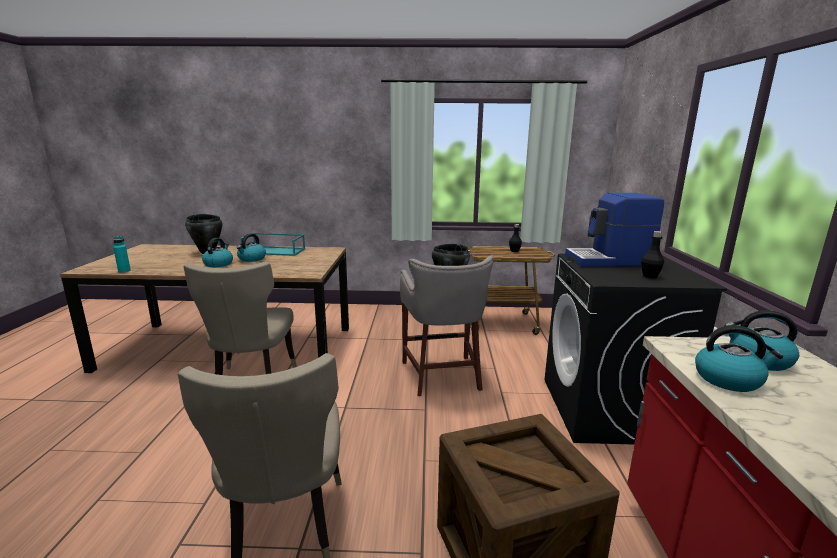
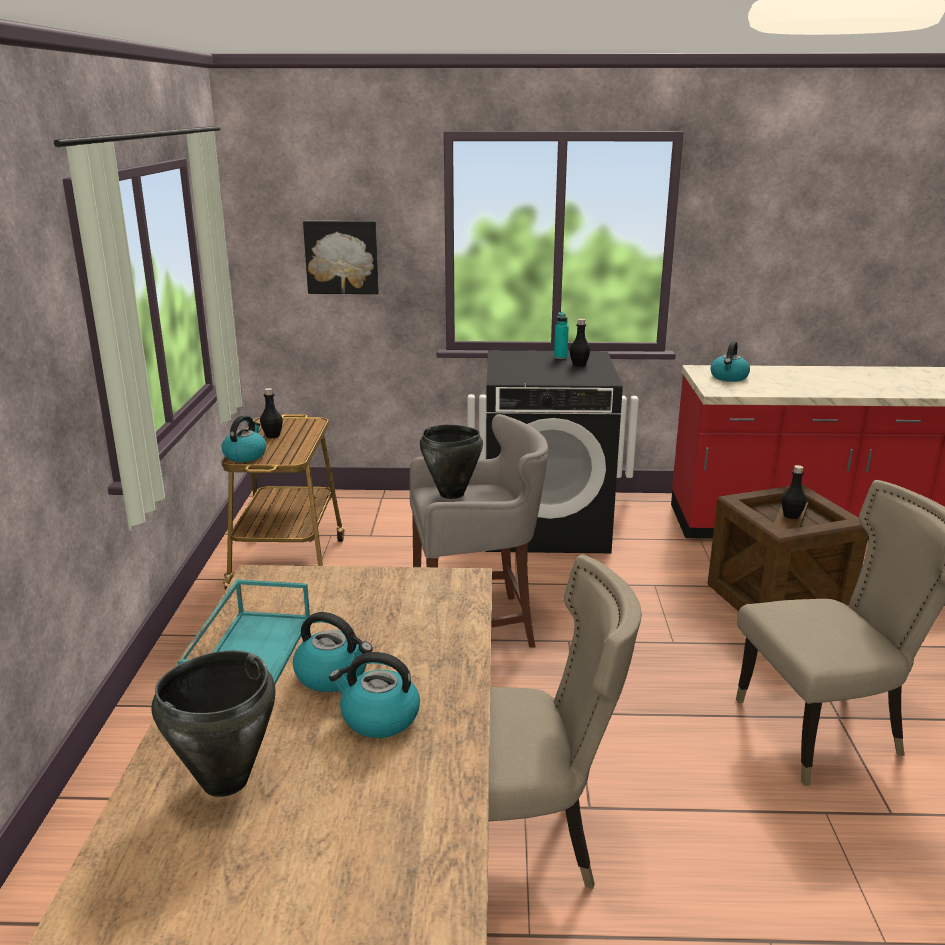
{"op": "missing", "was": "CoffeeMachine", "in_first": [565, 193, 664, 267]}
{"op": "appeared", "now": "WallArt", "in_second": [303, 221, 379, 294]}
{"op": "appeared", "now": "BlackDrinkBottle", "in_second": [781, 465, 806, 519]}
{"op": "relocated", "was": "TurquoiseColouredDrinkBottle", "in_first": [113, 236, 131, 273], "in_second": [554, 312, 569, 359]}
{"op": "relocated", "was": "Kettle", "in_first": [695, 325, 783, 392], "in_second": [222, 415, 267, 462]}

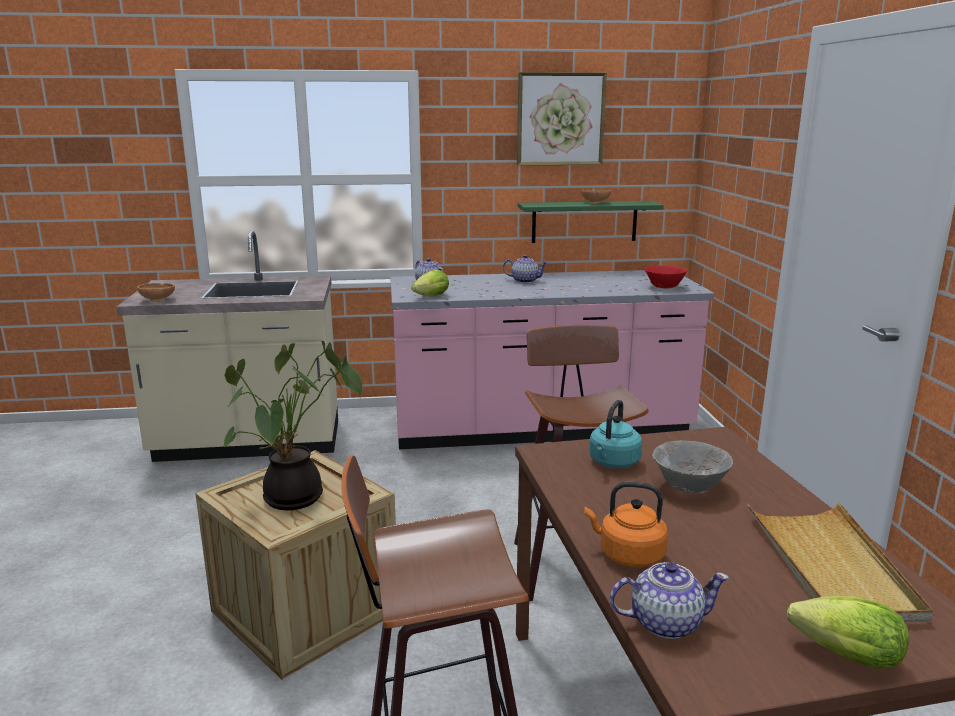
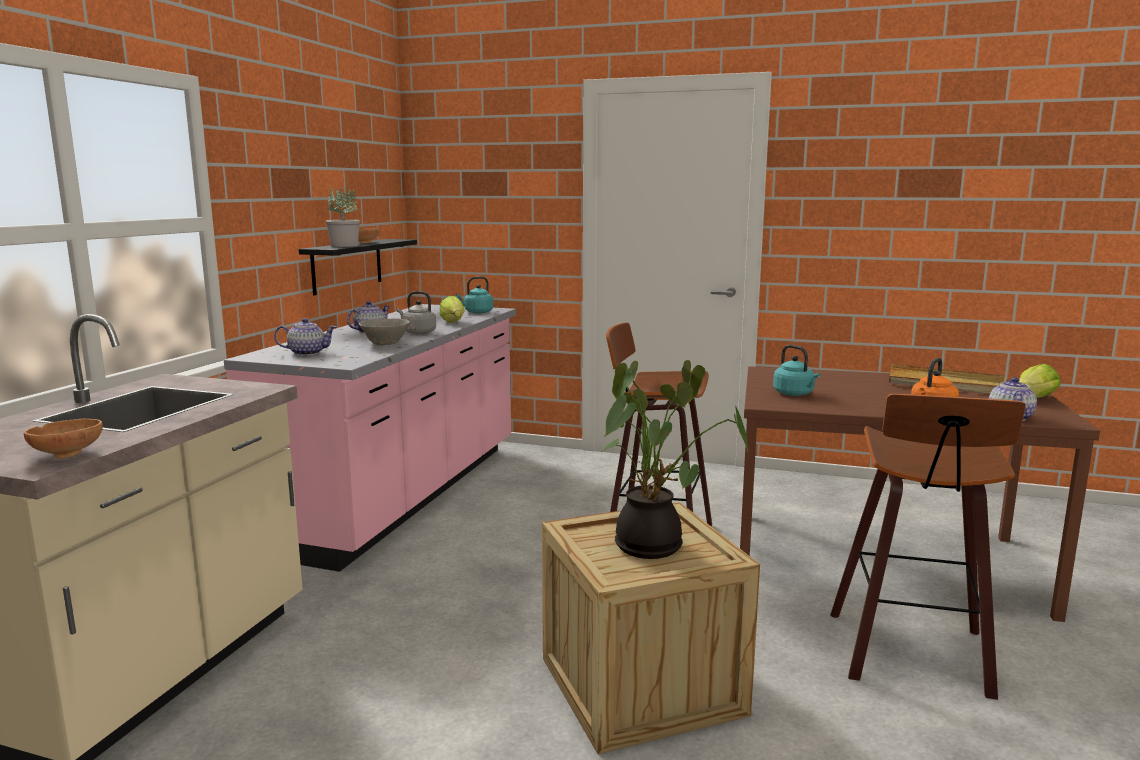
{"op": "missing", "was": "WallArt", "in_first": [517, 72, 607, 166]}
{"op": "appeared", "now": "PottedPlant", "in_second": [326, 186, 360, 247]}
{"op": "appeared", "now": "GreyishKettle", "in_second": [397, 291, 436, 334]}
{"op": "relocated", "was": "LettuceHead", "in_first": [411, 270, 449, 296], "in_second": [439, 296, 465, 323]}
{"op": "relocated", "was": "GreyishServingBowl", "in_first": [652, 440, 733, 493], "in_second": [359, 318, 410, 346]}
{"op": "exchanged", "was": "RedServingBowl", "now": "TurquoiseColouredKettle", "in_first": [644, 265, 687, 288], "in_second": [456, 276, 493, 314]}
{"op": "colour", "was": "GreenColouredWallShelf", "now": "BlackWallShelf", "in_first": [518, 201, 664, 243], "in_second": [299, 239, 417, 295]}

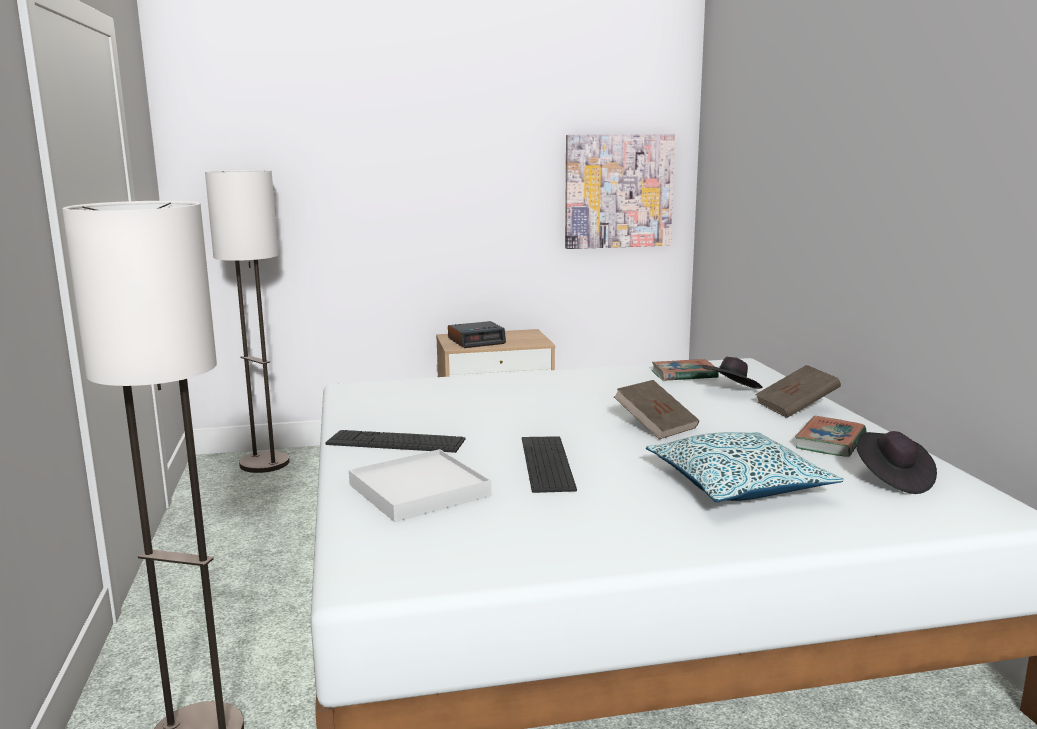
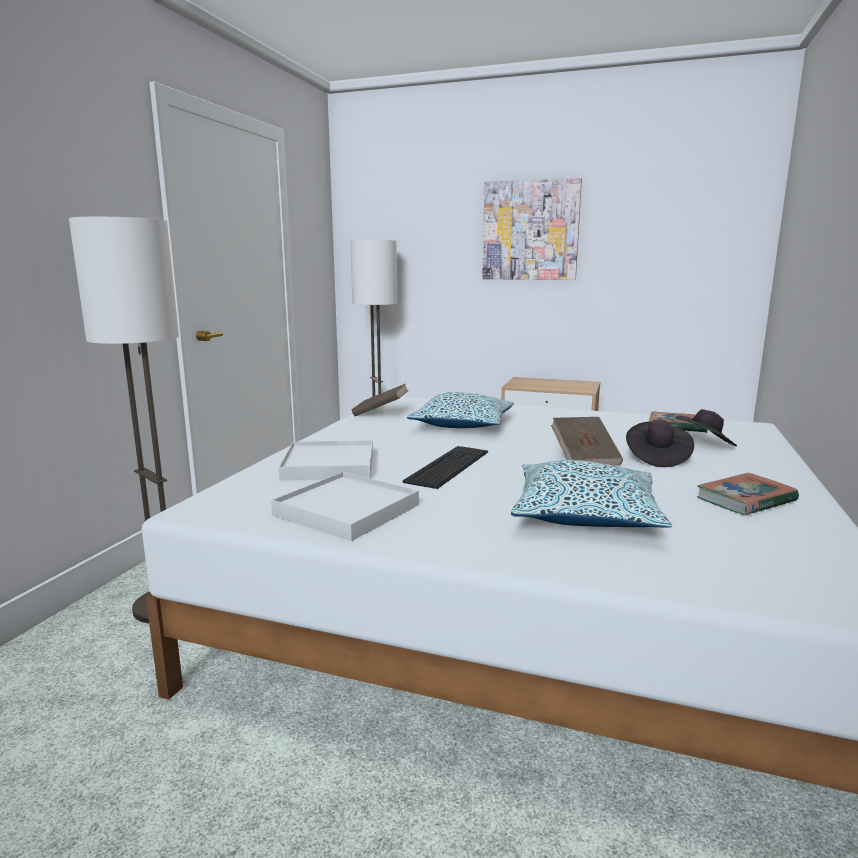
{"op": "missing", "was": "Keyboard", "in_first": [325, 430, 466, 453]}
{"op": "missing", "was": "TableClock", "in_first": [448, 321, 506, 348]}
{"op": "appeared", "now": "WhiteServingTray", "in_second": [271, 472, 419, 541]}
{"op": "appeared", "now": "Pillow", "in_second": [407, 392, 514, 428]}
{"op": "relocated", "was": "WallArt", "in_first": [565, 134, 675, 249], "in_second": [482, 178, 582, 280]}
{"op": "relocated", "was": "BrownVolume", "in_first": [755, 365, 841, 418], "in_second": [352, 384, 409, 416]}
{"op": "relocated", "was": "BlackClothingHat", "in_first": [856, 431, 937, 494], "in_second": [626, 419, 694, 467]}

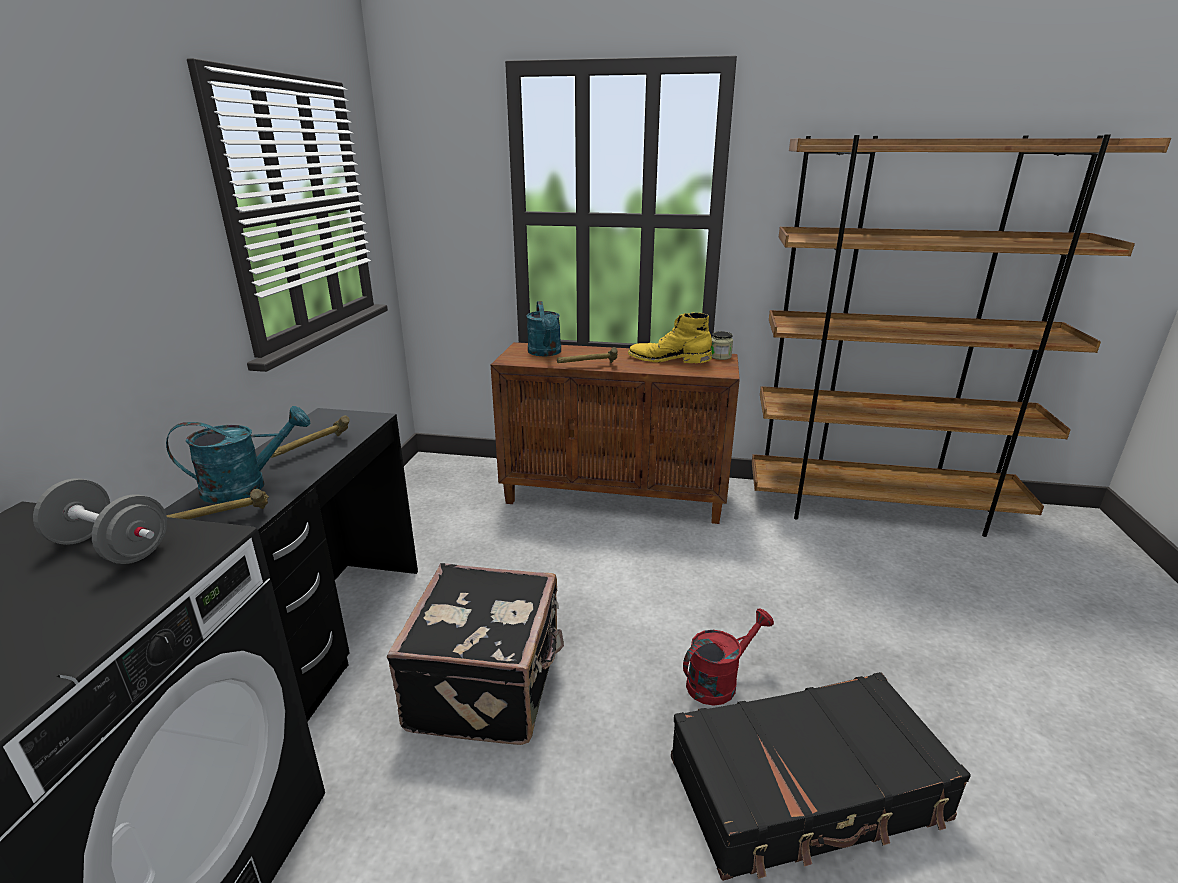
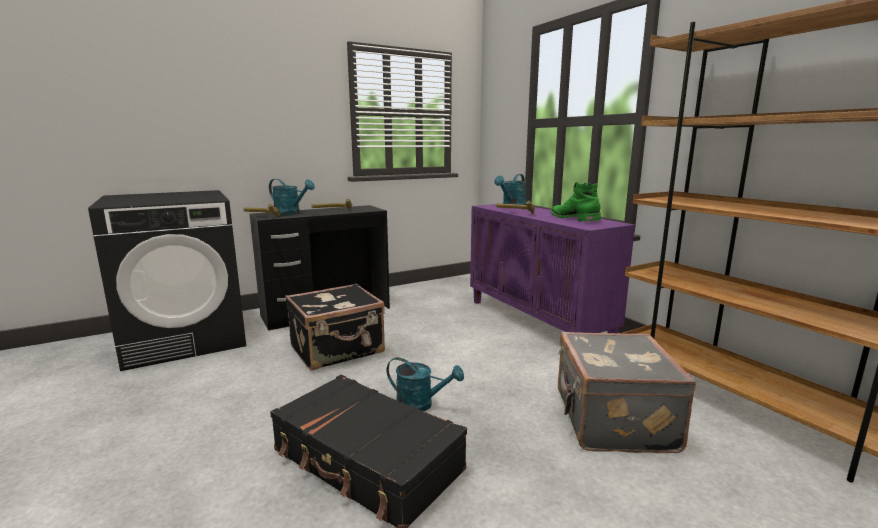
{"op": "missing", "was": "GreyishDumbbell", "in_first": [33, 478, 167, 564]}
{"op": "missing", "was": "Jar", "in_first": [711, 331, 733, 360]}
{"op": "appeared", "now": "GreyishSuitcase", "in_second": [558, 332, 696, 453]}
{"op": "colour", "was": "BrownStorageCabinet", "now": "PurplishStorageCabinet", "in_first": [491, 342, 740, 524], "in_second": [470, 203, 635, 334]}
{"op": "colour", "was": "YellowTallBoot", "now": "GreenColouredTallBoot", "in_first": [628, 313, 712, 363], "in_second": [551, 182, 601, 221]}
{"op": "colour", "was": "RedSprinklingCan", "now": "TurquoiseColouredSprinklingCan", "in_first": [683, 609, 774, 706], "in_second": [387, 357, 464, 412]}

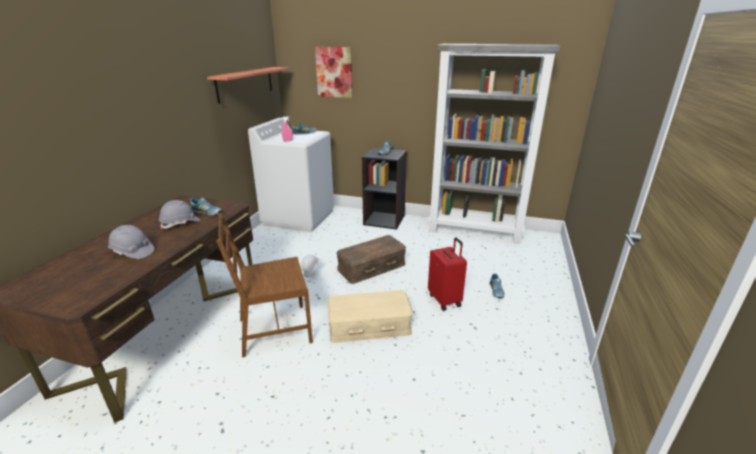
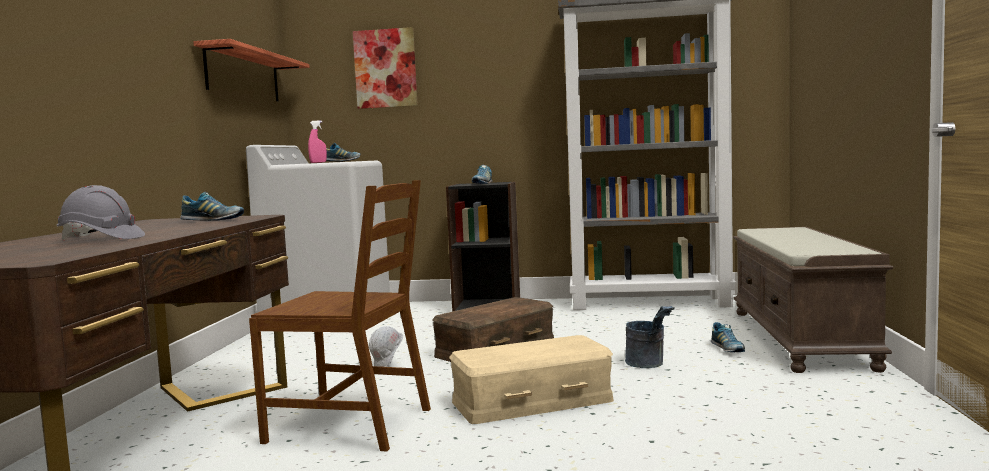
{"op": "missing", "was": "GreyishHardHat", "in_first": [159, 200, 200, 229]}
{"op": "appeared", "now": "BrownIndoorBench", "in_second": [733, 227, 893, 373]}
{"op": "exchanged", "was": "RedSuitcase", "now": "GreyishPail", "in_first": [428, 237, 467, 311], "in_second": [625, 306, 675, 368]}
{"op": "spun", "was": "BrownChair", "in_first": [216, 213, 313, 358], "in_second": [249, 180, 431, 452], "clockwise": -135}

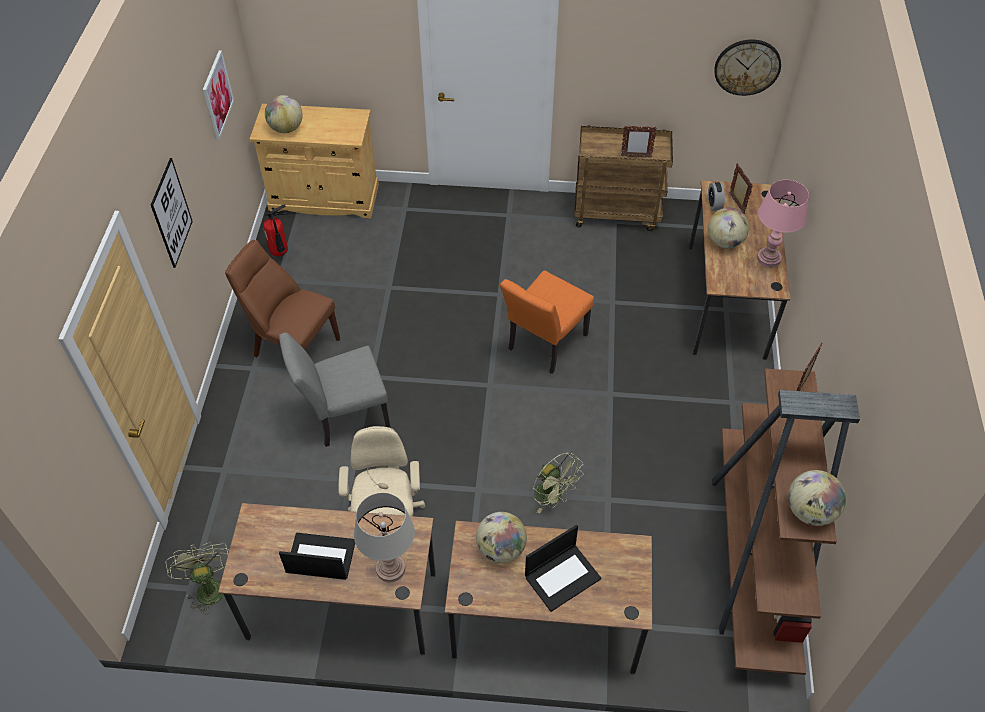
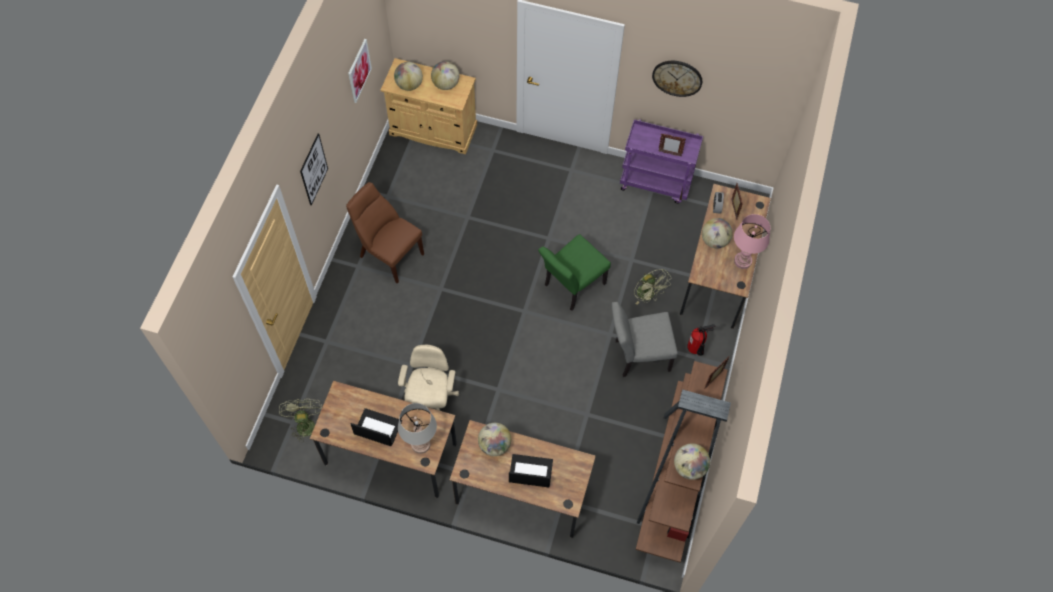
{"op": "appeared", "now": "WorldGlobe", "in_second": [431, 61, 459, 90]}
{"op": "relocated", "was": "FireExtinguisher", "in_first": [263, 205, 288, 256], "in_second": [687, 324, 715, 356]}
{"op": "relocated", "was": "GreyishChair", "in_first": [279, 332, 390, 447], "in_second": [612, 302, 678, 377]}
{"op": "relocated", "was": "GreenColouredCoolingFan", "in_first": [533, 452, 584, 514], "in_second": [634, 269, 671, 305]}
{"op": "relocated", "was": "WallClock", "in_first": [714, 40, 781, 96], "in_second": [652, 61, 702, 97]}
{"op": "colour", "was": "OrangeChair", "now": "GreenColouredChair", "in_first": [500, 270, 594, 374], "in_second": [538, 234, 611, 311]}
{"op": "colour", "was": "BrownCart", "now": "PurplishCart", "in_first": [574, 125, 673, 231], "in_second": [620, 119, 703, 204]}
{"op": "spun", "was": "NotebookComputer", "in_first": [525, 525, 601, 612], "in_second": [509, 454, 553, 487], "clockwise": -150}

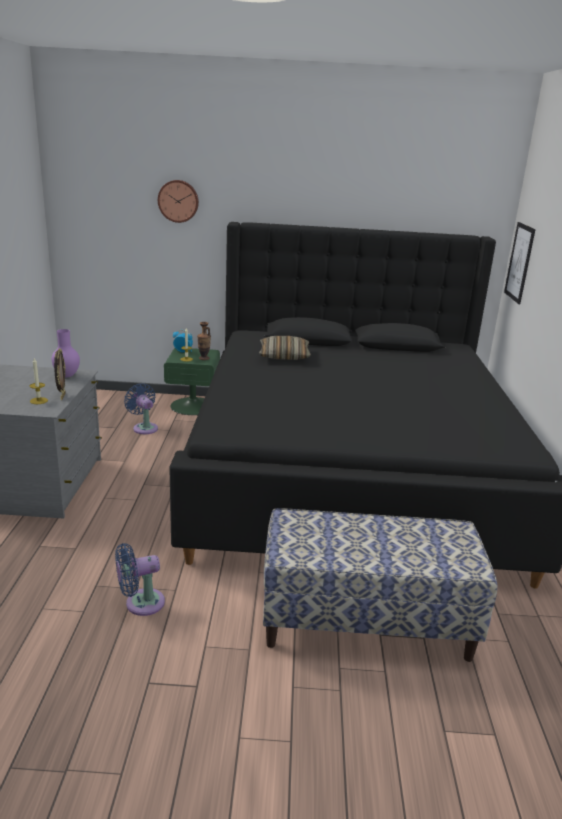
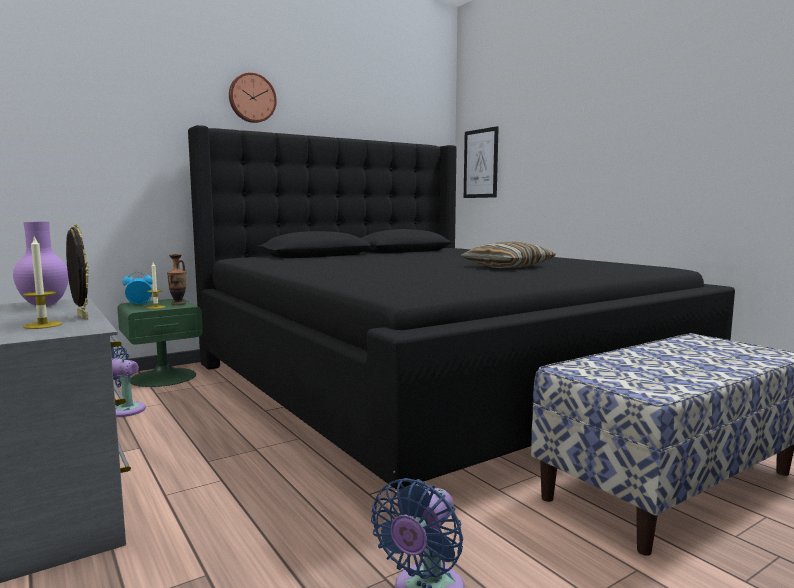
{"op": "relocated", "was": "WallClock", "in_first": [158, 180, 199, 223], "in_second": [229, 72, 277, 123]}
{"op": "relocated", "was": "Pillow", "in_first": [259, 336, 311, 360], "in_second": [461, 241, 556, 268]}

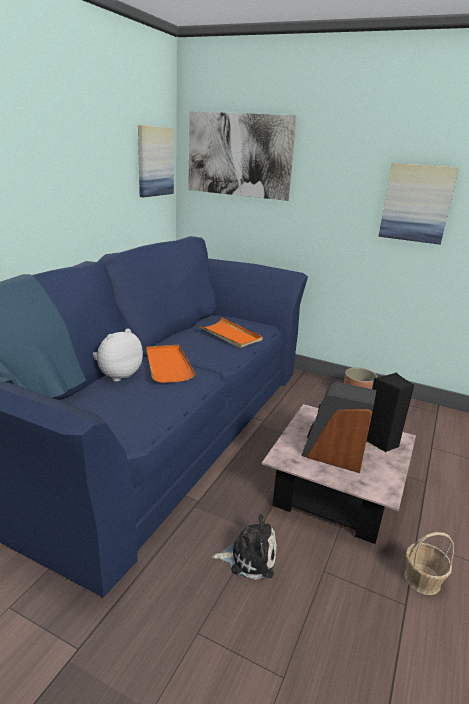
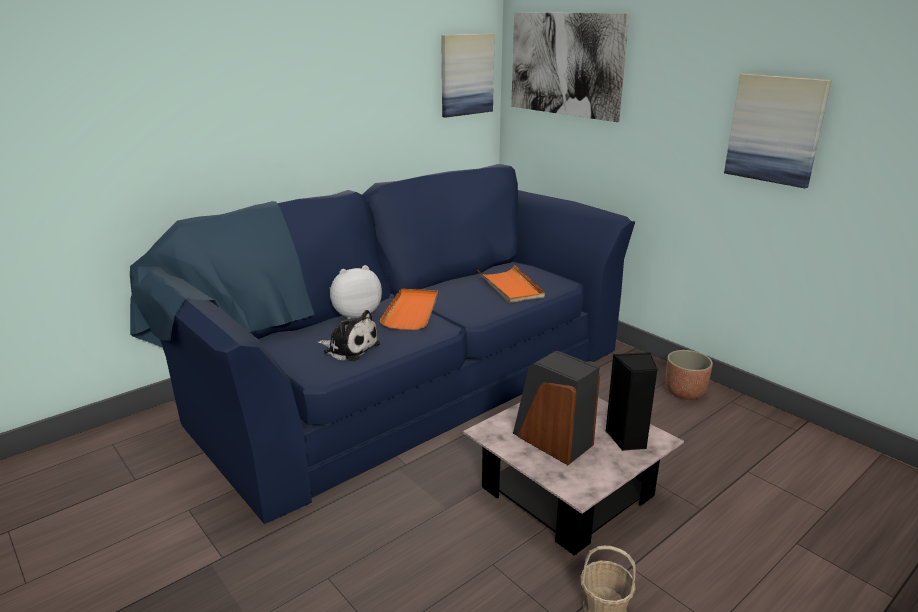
{"op": "relocated", "was": "CuddlyToy", "in_first": [212, 514, 277, 580], "in_second": [318, 310, 380, 361]}

